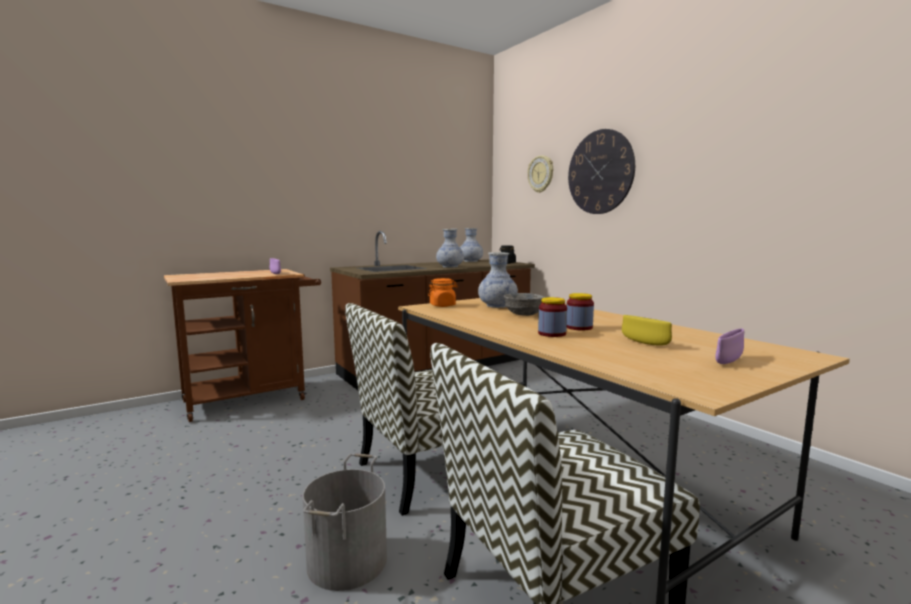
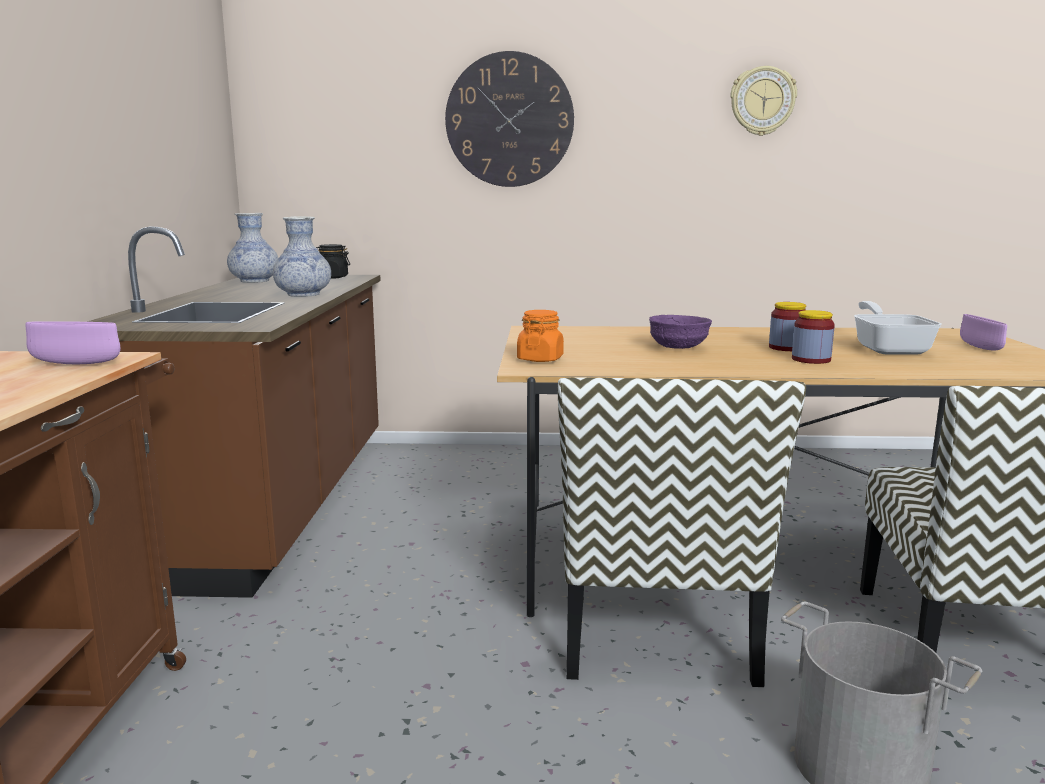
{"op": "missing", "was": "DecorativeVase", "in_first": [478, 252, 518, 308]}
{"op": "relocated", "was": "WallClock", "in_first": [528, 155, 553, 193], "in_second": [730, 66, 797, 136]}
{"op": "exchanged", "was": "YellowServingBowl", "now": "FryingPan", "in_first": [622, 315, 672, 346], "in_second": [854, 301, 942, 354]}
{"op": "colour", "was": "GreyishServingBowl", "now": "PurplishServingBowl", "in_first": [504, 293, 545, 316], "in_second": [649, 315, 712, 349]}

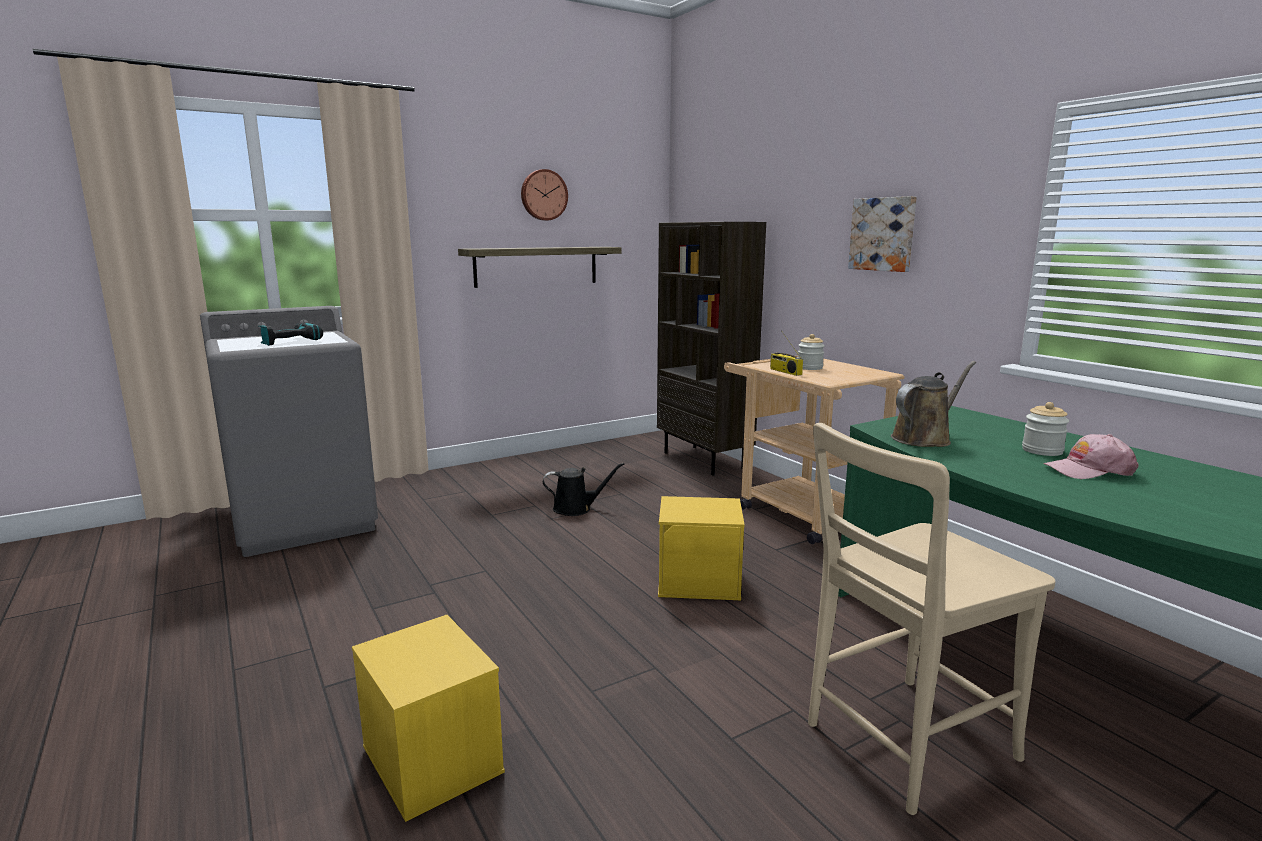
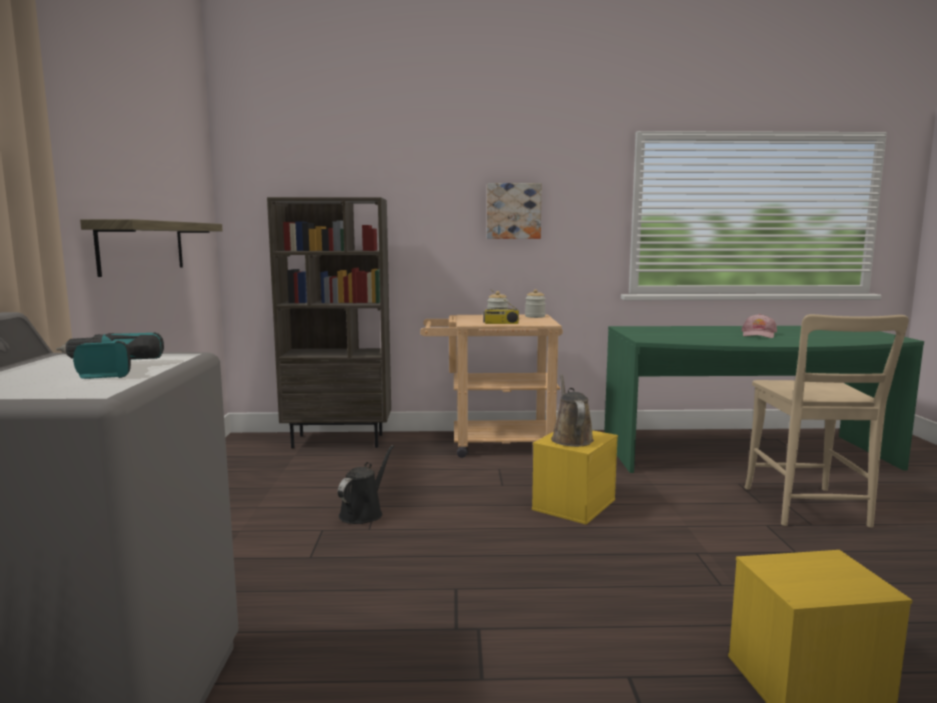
{"op": "missing", "was": "WallClock", "in_first": [521, 169, 568, 221]}
{"op": "relocated", "was": "BrownSprinklingCan", "in_first": [891, 361, 976, 447], "in_second": [551, 374, 594, 447]}
{"op": "relocated", "was": "Jar", "in_first": [1022, 402, 1069, 456], "in_second": [525, 289, 546, 318]}

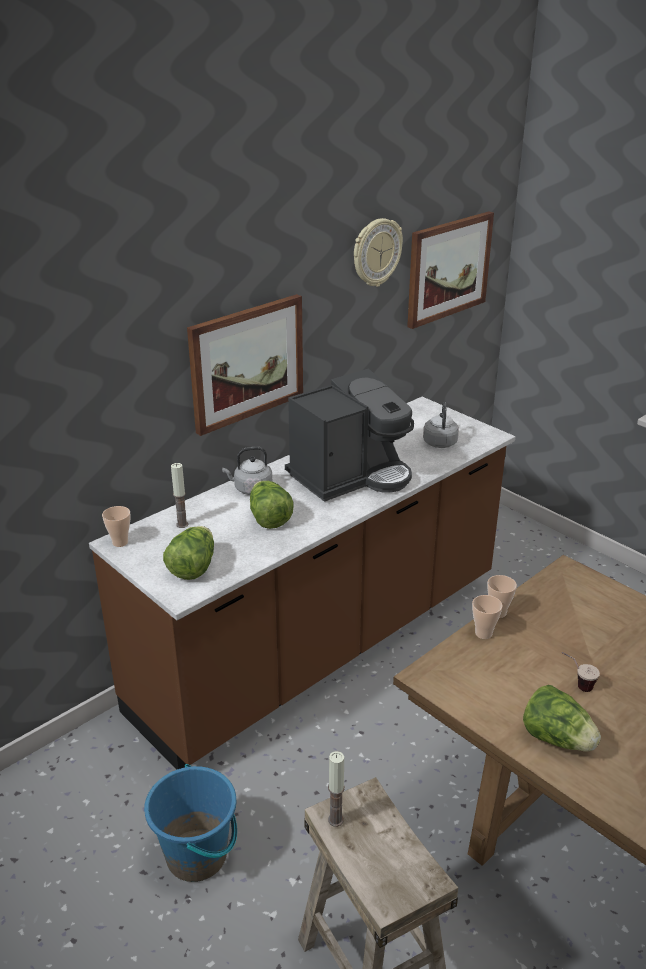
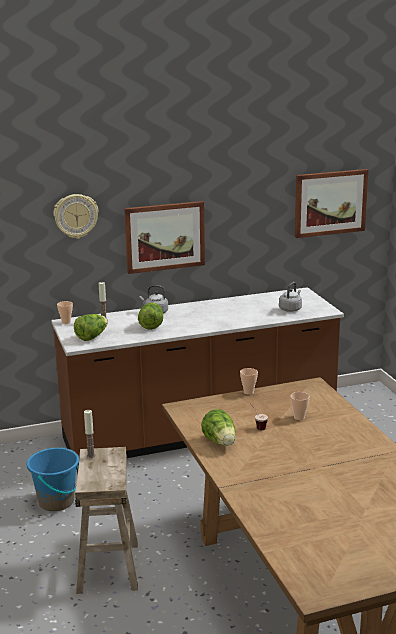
{"op": "missing", "was": "CoffeeMachine", "in_first": [285, 368, 414, 502]}
{"op": "relocated", "was": "WallClock", "in_first": [354, 218, 403, 287], "in_second": [54, 194, 98, 239]}
{"op": "relocated", "was": "DrinkingCup", "in_first": [472, 595, 503, 639], "in_second": [291, 392, 310, 420]}

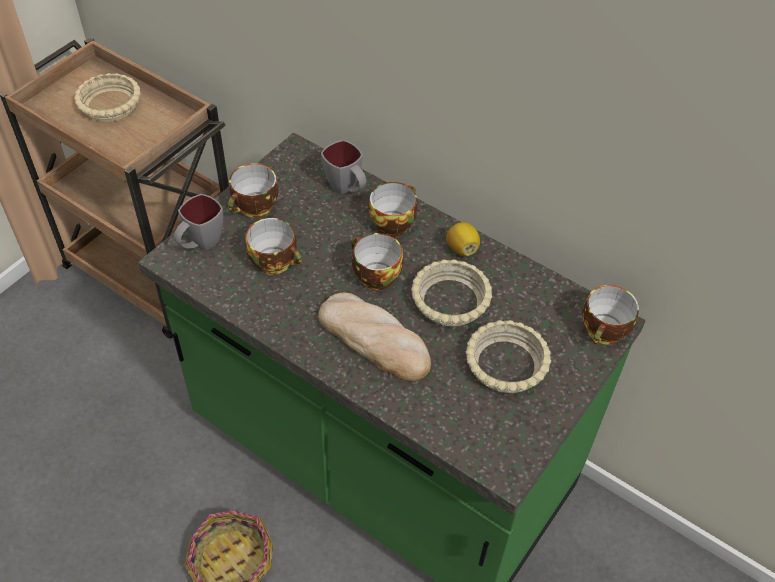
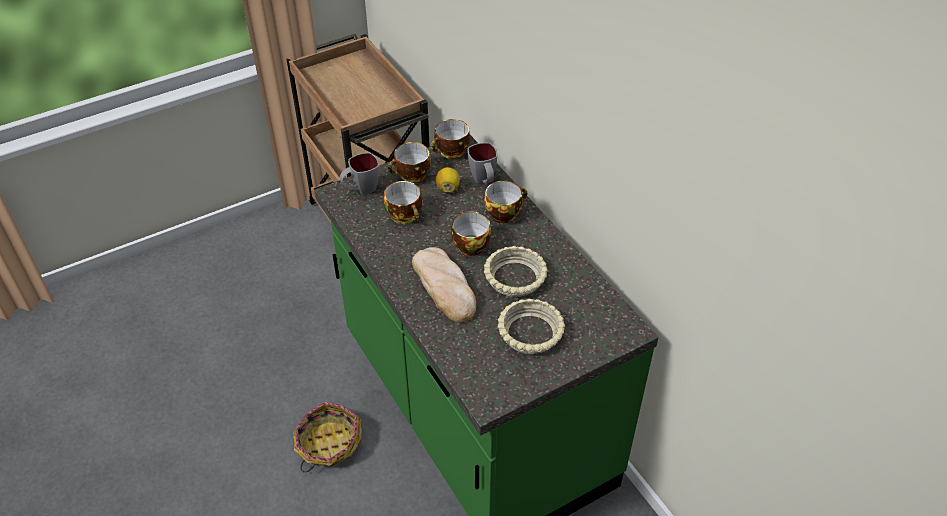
{"op": "missing", "was": "BeigeColouredServingBowl", "in_first": [74, 73, 141, 122]}
{"op": "relocated", "was": "CitrusFruit", "in_first": [446, 222, 480, 256], "in_second": [436, 167, 460, 193]}
{"op": "relocated", "was": "DrinkingCup", "in_first": [582, 285, 639, 344], "in_second": [431, 119, 470, 159]}

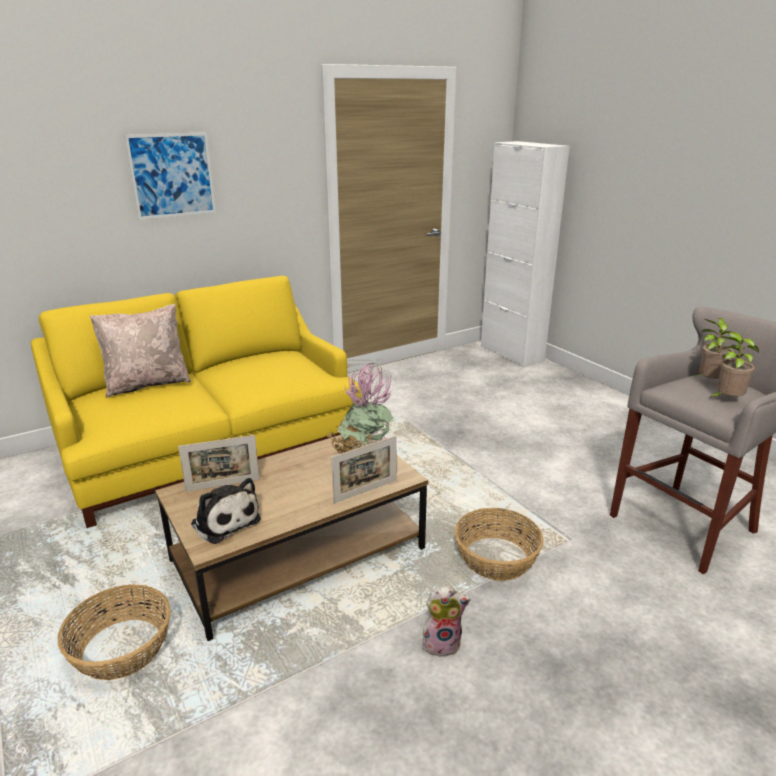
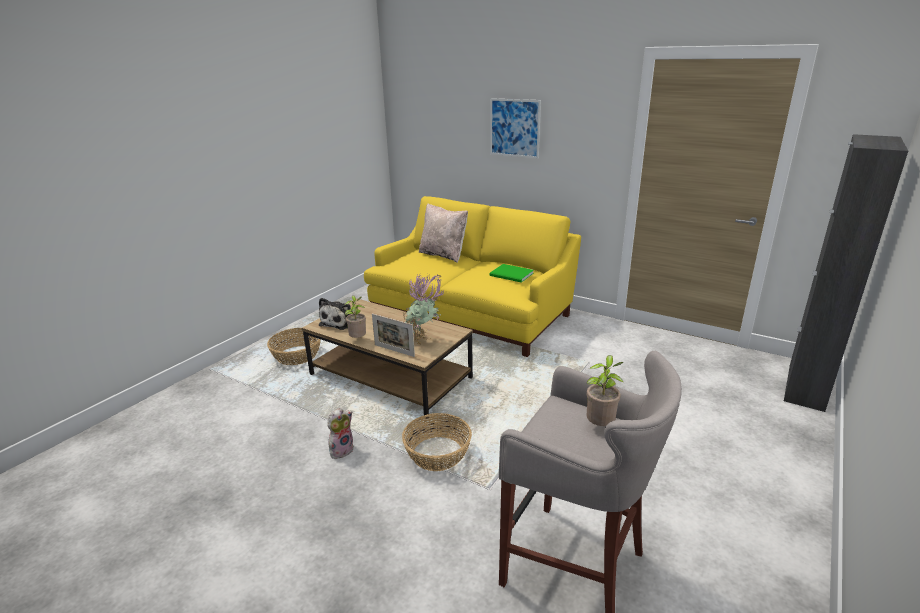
{"op": "missing", "was": "PictureFrame", "in_first": [178, 435, 260, 492]}
{"op": "appeared", "now": "GreenColouredVolume", "in_second": [490, 264, 534, 283]}
{"op": "relocated", "was": "PottedPlant", "in_first": [709, 332, 759, 398], "in_second": [345, 295, 366, 338]}
{"op": "colour", "was": "WhiteStorageCabinet", "now": "BlackStorageCabinet", "in_first": [481, 141, 570, 367], "in_second": [784, 134, 908, 412]}
{"op": "spun", "was": "CuddlyToy", "in_first": [422, 586, 471, 657], "in_second": [327, 408, 354, 459], "clockwise": -105}

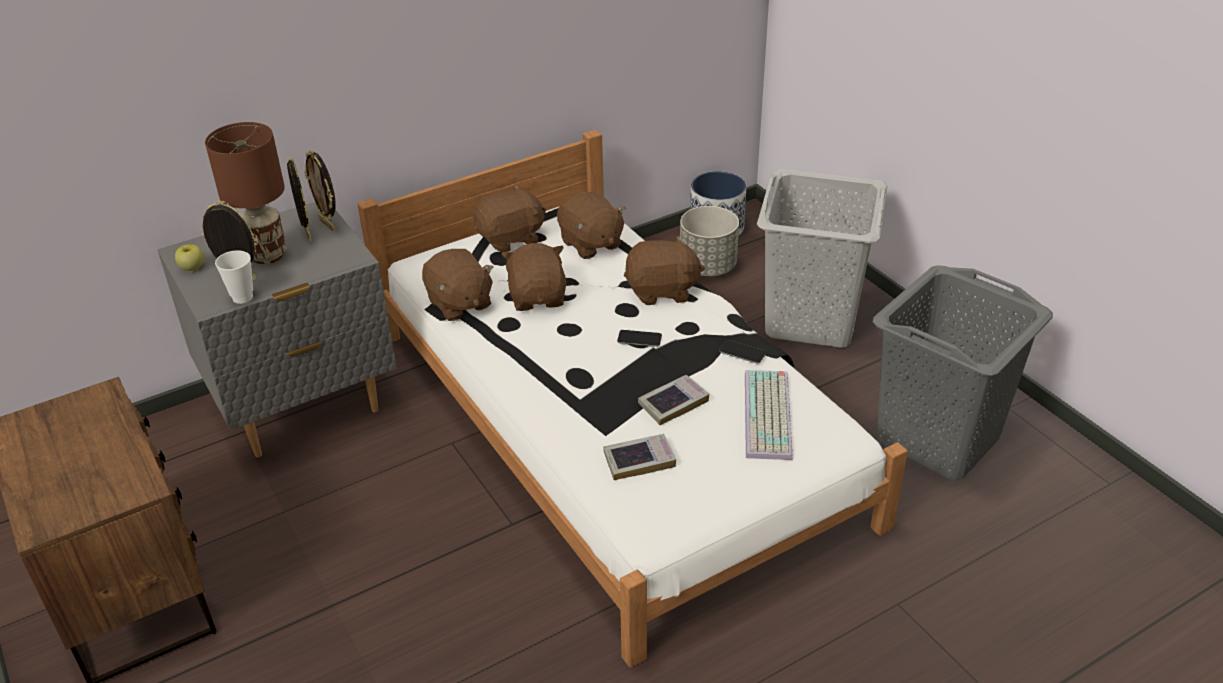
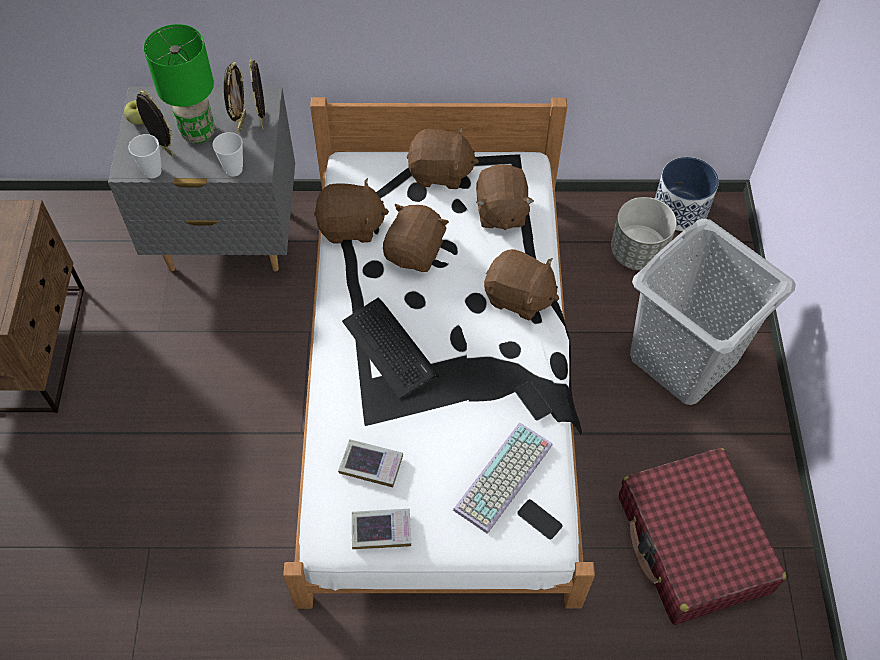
{"op": "appeared", "now": "DrinkingCup", "in_second": [212, 132, 243, 176]}
{"op": "appeared", "now": "Keyboard", "in_second": [342, 298, 439, 399]}
{"op": "relocated", "was": "Telephone", "in_first": [617, 330, 662, 347], "in_second": [517, 499, 563, 540]}
{"op": "relocated", "was": "Volume", "in_first": [638, 375, 709, 425], "in_second": [352, 509, 411, 549]}
{"op": "exchanged", "was": "GreyishLaundryBasket", "now": "RedSuitcase", "in_first": [873, 265, 1053, 481], "in_second": [619, 448, 786, 625]}
{"op": "colour", "was": "BrownTabletopLamp", "now": "GreenColouredTabletopLamp", "in_first": [205, 122, 287, 264], "in_second": [144, 24, 215, 144]}
{"op": "spun", "was": "BrownCuddlyToy", "in_first": [422, 249, 494, 321], "in_second": [314, 178, 389, 244], "clockwise": -90}

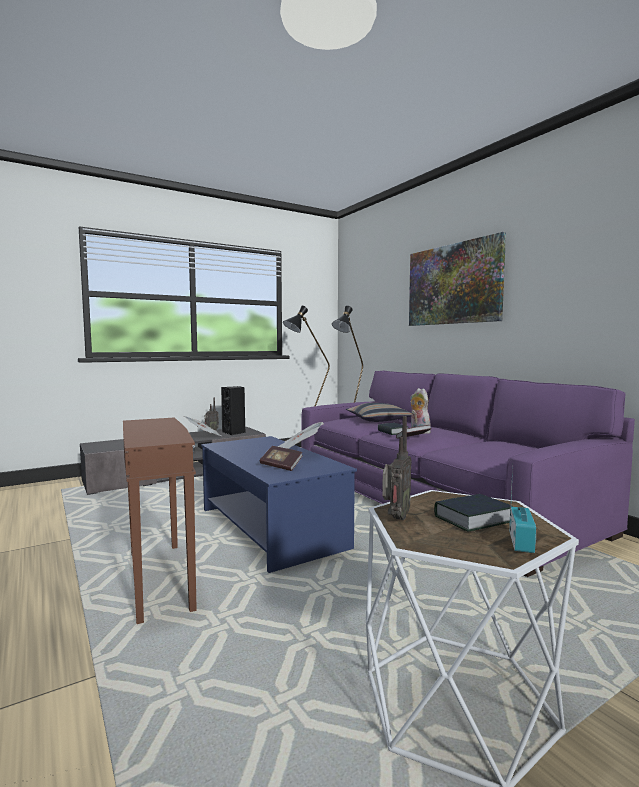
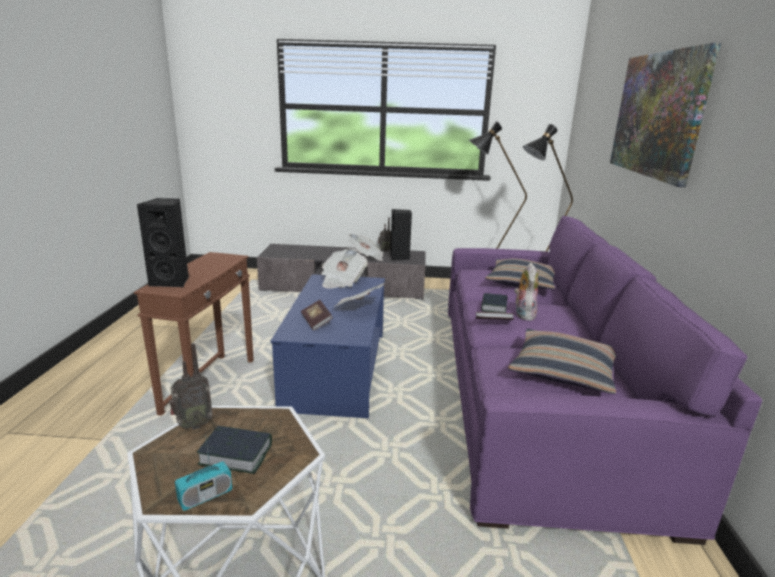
{"op": "appeared", "now": "BlackSpeaker", "in_second": [137, 198, 189, 287]}
{"op": "appeared", "now": "DailyPaper", "in_second": [321, 248, 368, 289]}
{"op": "appeared", "now": "Pillow", "in_second": [508, 329, 616, 394]}

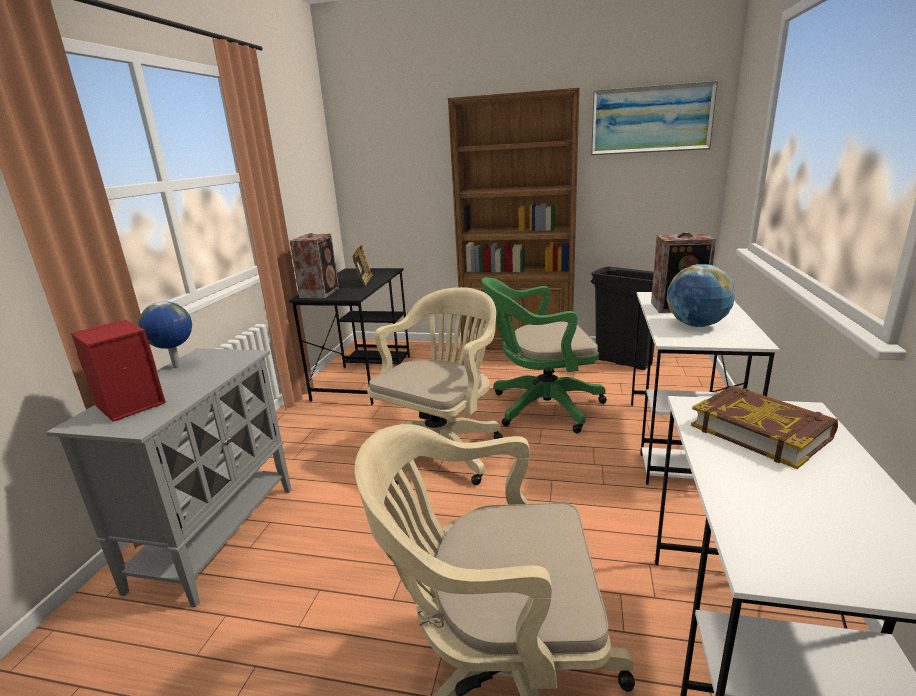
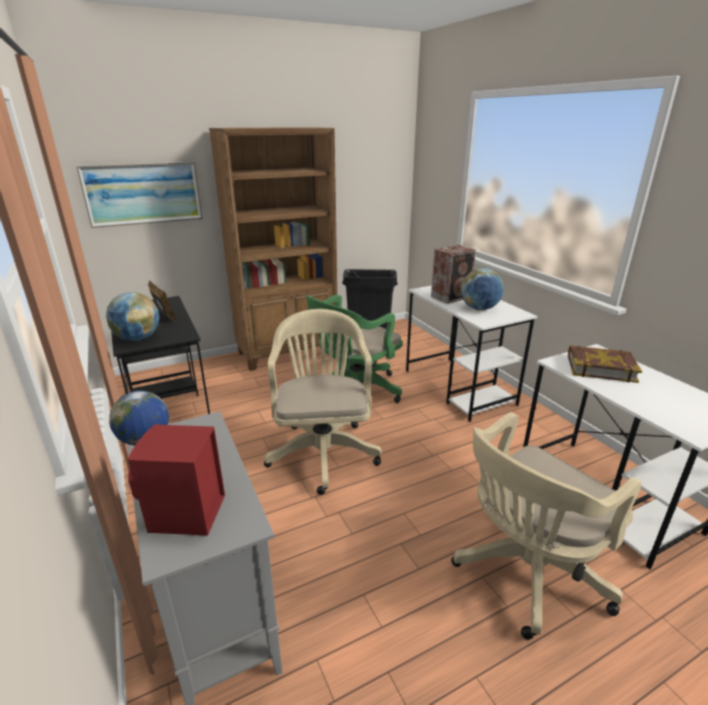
{"op": "relocated", "was": "WallArt", "in_first": [591, 81, 718, 155], "in_second": [76, 162, 203, 228]}
{"op": "exchanged", "was": "Speaker", "now": "WorldGlobe", "in_first": [290, 233, 339, 298], "in_second": [106, 292, 160, 341]}

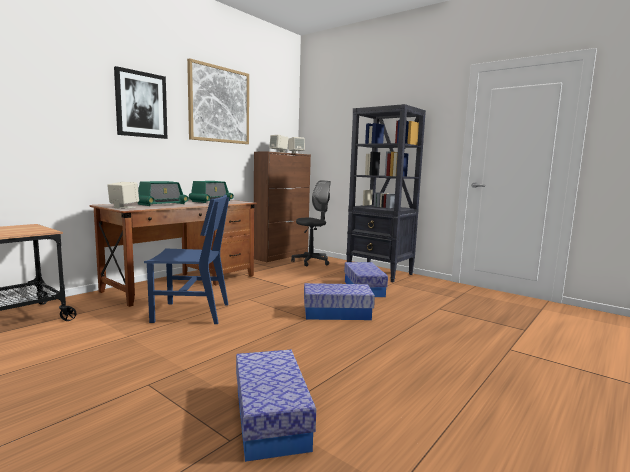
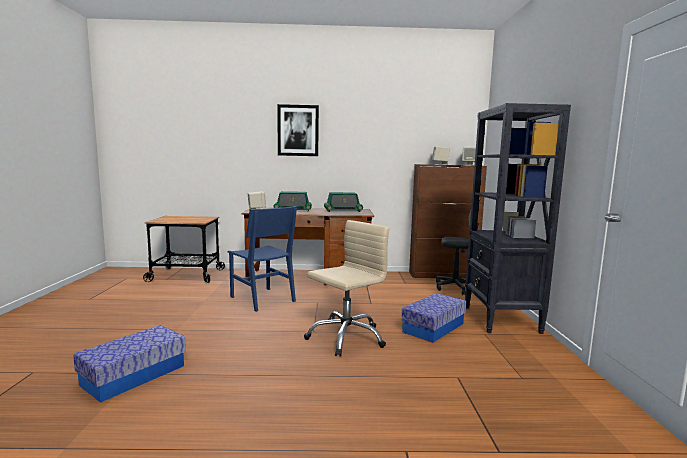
{"op": "missing", "was": "WallArt", "in_first": [187, 58, 249, 144]}
{"op": "exchanged", "was": "StorageBox", "now": "BeigeColouredDeskChair", "in_first": [304, 283, 375, 320], "in_second": [304, 220, 389, 357]}

